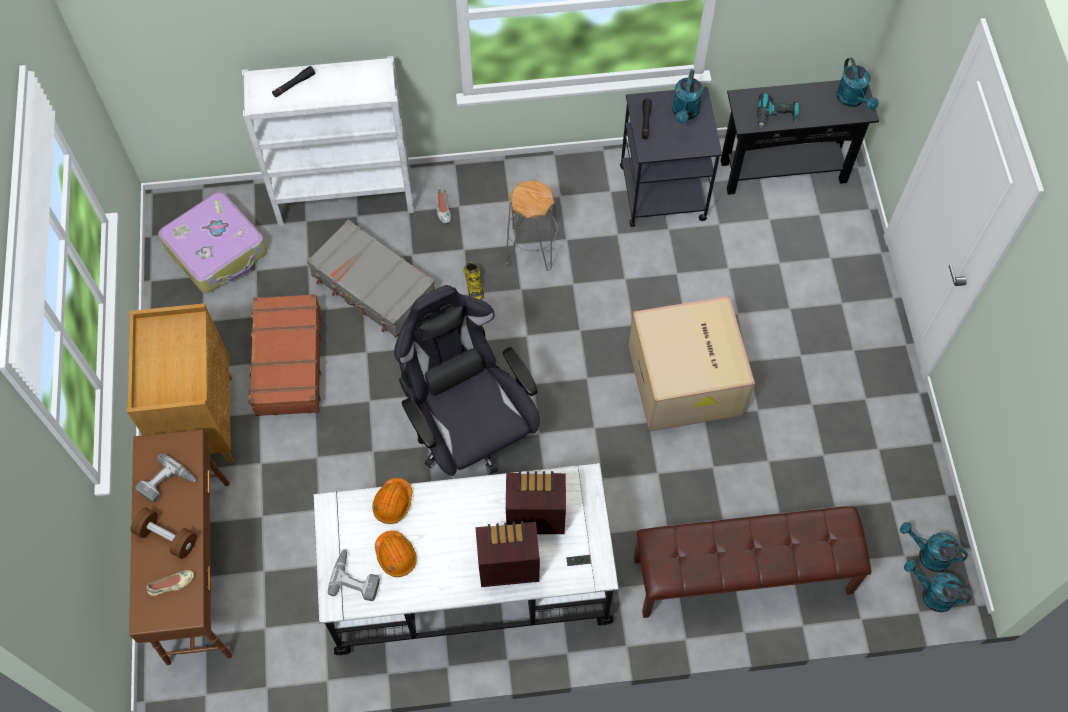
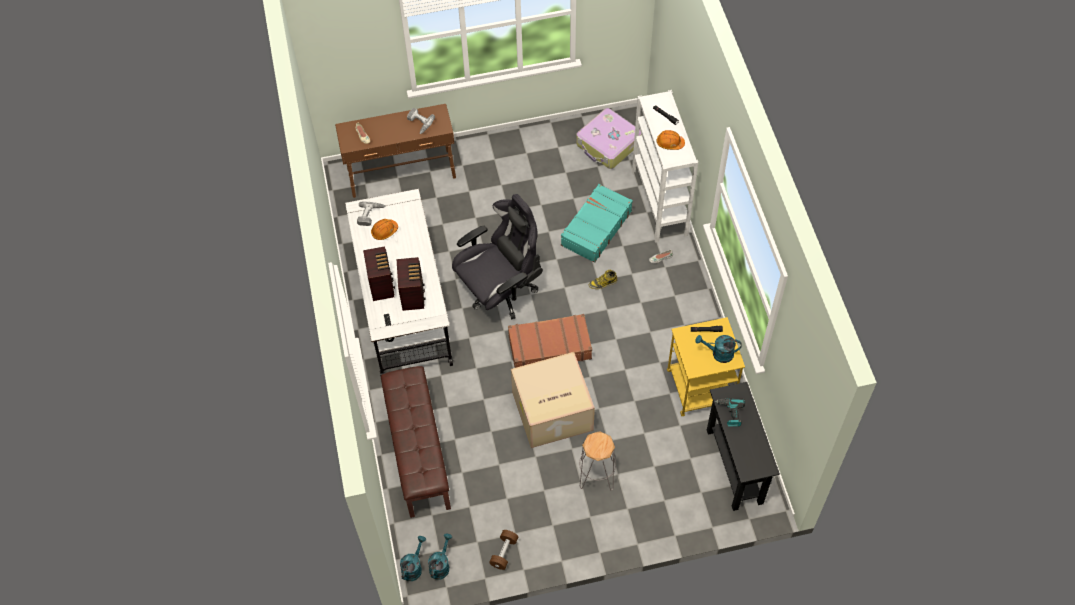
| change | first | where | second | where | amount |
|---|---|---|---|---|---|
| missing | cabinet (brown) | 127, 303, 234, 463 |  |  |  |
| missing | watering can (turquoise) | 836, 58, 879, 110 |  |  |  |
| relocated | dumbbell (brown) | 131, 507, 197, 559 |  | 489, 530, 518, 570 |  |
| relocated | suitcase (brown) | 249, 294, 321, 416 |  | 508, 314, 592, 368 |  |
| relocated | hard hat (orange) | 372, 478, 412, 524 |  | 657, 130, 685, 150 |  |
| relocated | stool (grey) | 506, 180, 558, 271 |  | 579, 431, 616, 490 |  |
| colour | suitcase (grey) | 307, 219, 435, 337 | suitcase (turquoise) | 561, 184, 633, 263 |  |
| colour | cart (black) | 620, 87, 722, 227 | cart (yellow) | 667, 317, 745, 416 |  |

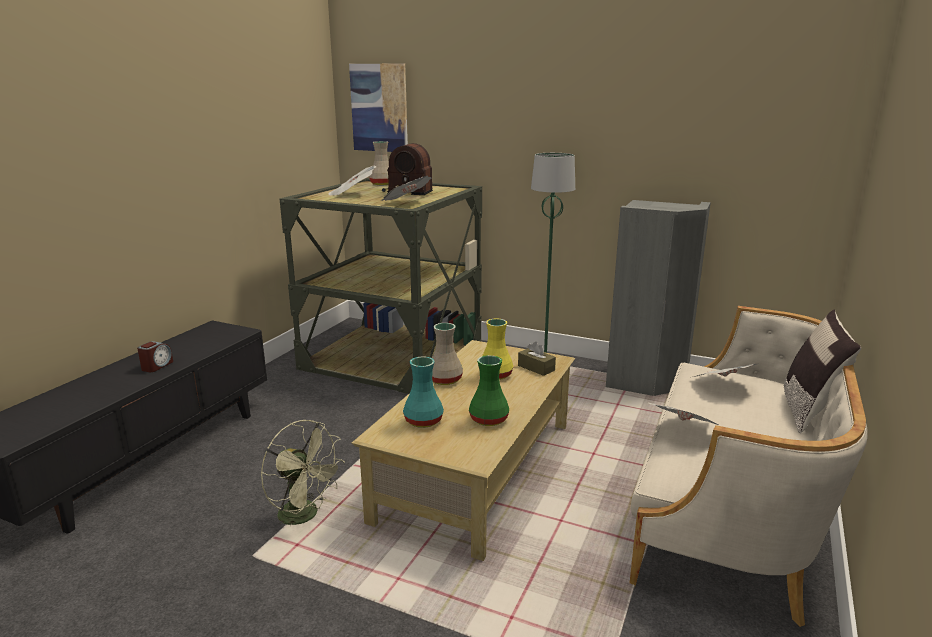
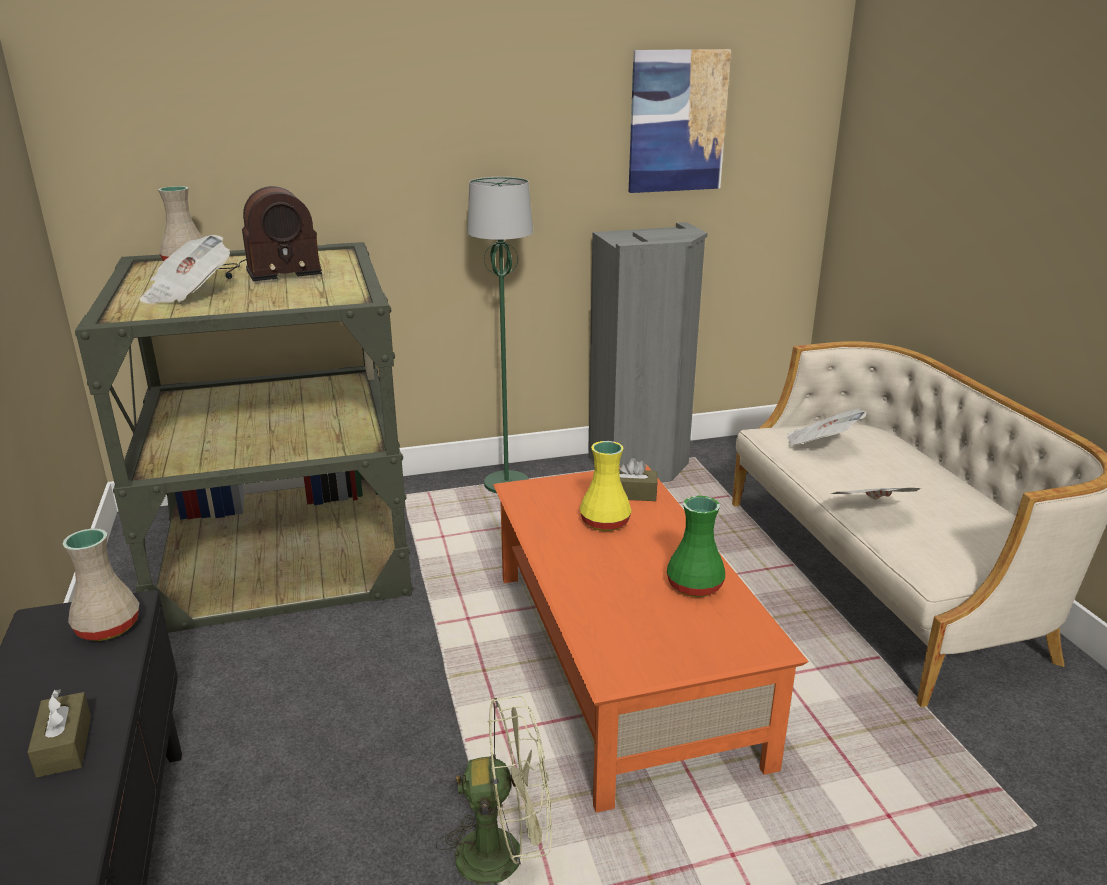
| change | first | where | second | where | amount |
|---|---|---|---|---|---|
| missing | newspaper | 381, 176, 432, 201 |  |  |  |
| missing | vase (turquoise) | 403, 356, 444, 428 |  |  |  |
| missing | pillow | 783, 309, 861, 433 |  |  |  |
| relocated | picture | 349, 63, 408, 152 |  | 629, 49, 731, 193 |  |
| relocated | vase (beige) | 432, 323, 463, 385 |  | 63, 528, 139, 641 |  |
| exchanged | alarm clock | 137, 341, 173, 372 | tissue box (brown) | 27, 689, 91, 778 |  |
| colour | coffee table (beige) | 352, 340, 575, 561 | coffee table (orange) | 493, 464, 809, 813 |  |

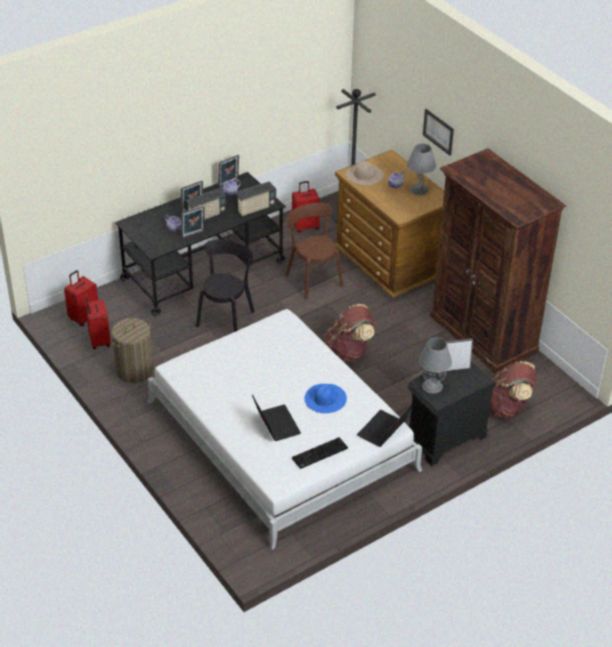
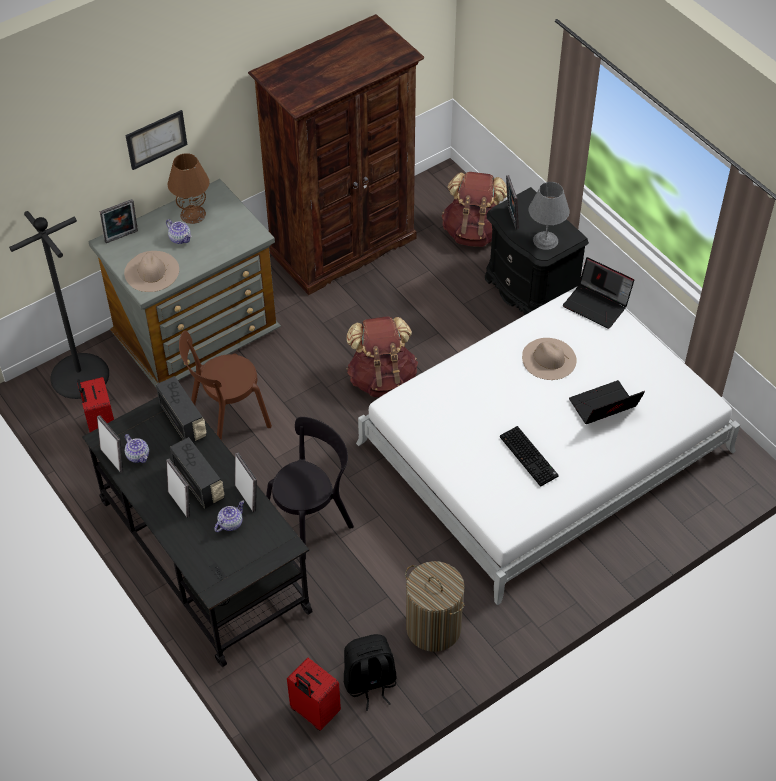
| change | first | where | second | where | amount |
|---|---|---|---|---|---|
| appeared |  |  | picture frame | 100, 199, 138, 243 |  |
| relocated | keyboard | 292, 437, 348, 469 |  | 500, 426, 558, 487 |  |
| exchanged | suitcase (red) | 85, 297, 111, 349 | backpack (black) | 344, 634, 396, 711 |  |
| colour | hat (blue) | 304, 384, 347, 413 | hat (beige) | 522, 338, 577, 380 |  |
| colour | dresser (brown) | 335, 150, 444, 298 | dresser (grey) | 89, 179, 281, 387 |  |
| colour | table lamp (grey) | 407, 143, 436, 195 | table lamp (brown) | 168, 153, 210, 224 |  |
| spun | chair (black) | 196, 240, 254, 332 |  | 266, 417, 354, 560 | 120 degrees clockwise |

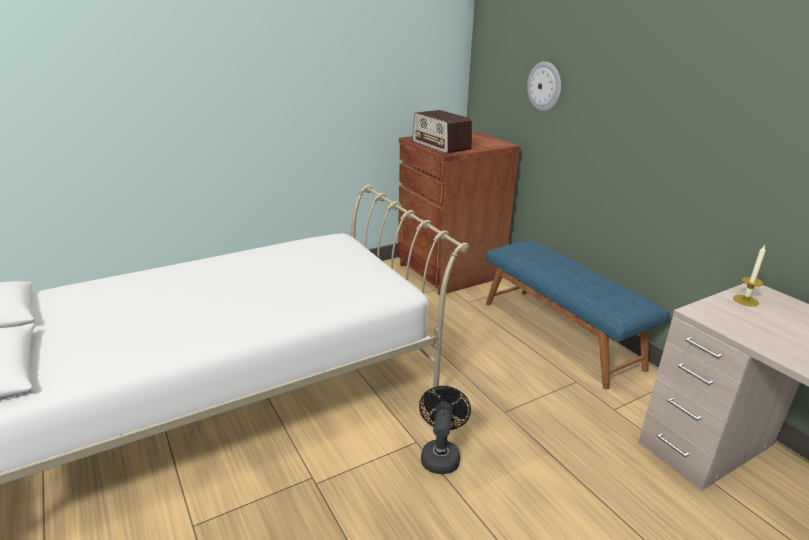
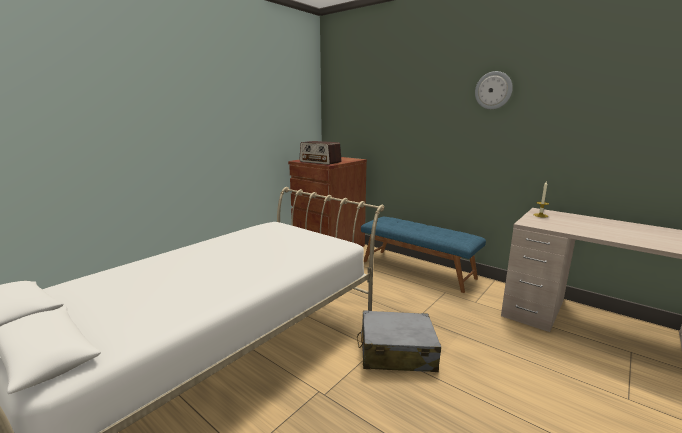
| change | first | where | second | where | amount |
|---|---|---|---|---|---|
| relocated | wall clock | 527, 62, 561, 111 |  | 475, 71, 513, 109 |  |
| exchanged | fan (black) | 419, 386, 471, 474 | suitcase (grey) | 357, 310, 441, 372 |  |

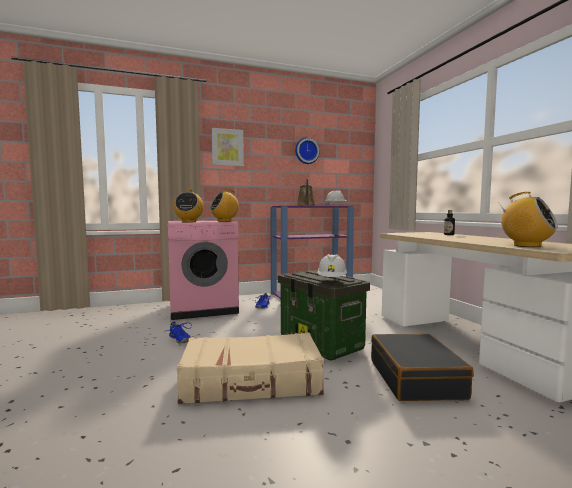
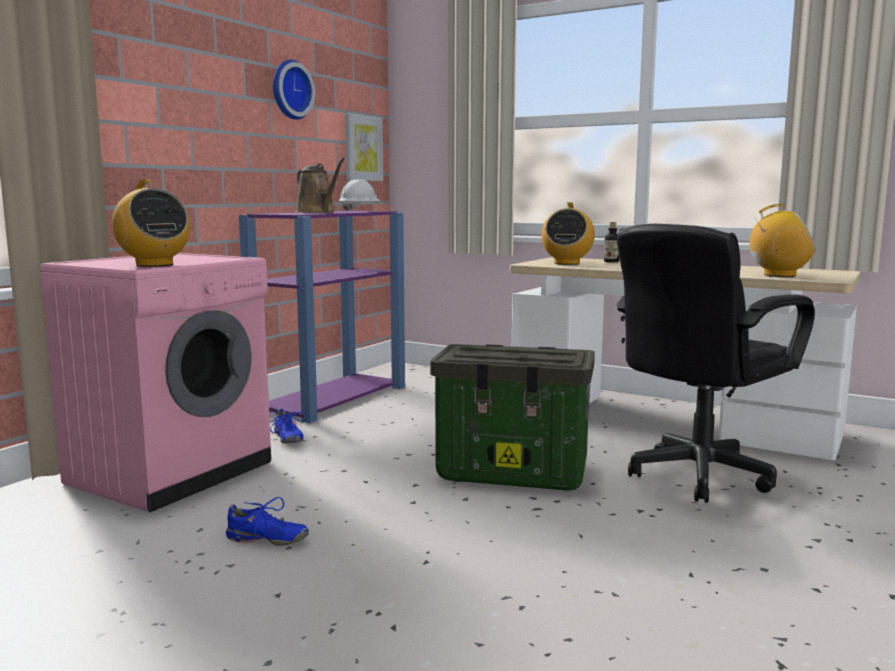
| change | first | where | second | where | amount |
|---|---|---|---|---|---|
| missing | suitcase (beige) | 177, 333, 324, 404 |  |  |  |
| missing | hard hat (white) | 317, 254, 347, 277 |  |  |  |
| relocated | radio | 210, 189, 239, 222 |  | 541, 202, 595, 265 |  |
| relocated | picture | 212, 128, 244, 166 |  | 345, 113, 383, 181 |  |
| exchanged | suitcase (black) | 371, 334, 474, 401 | office chair (black) | 617, 224, 815, 503 |  |

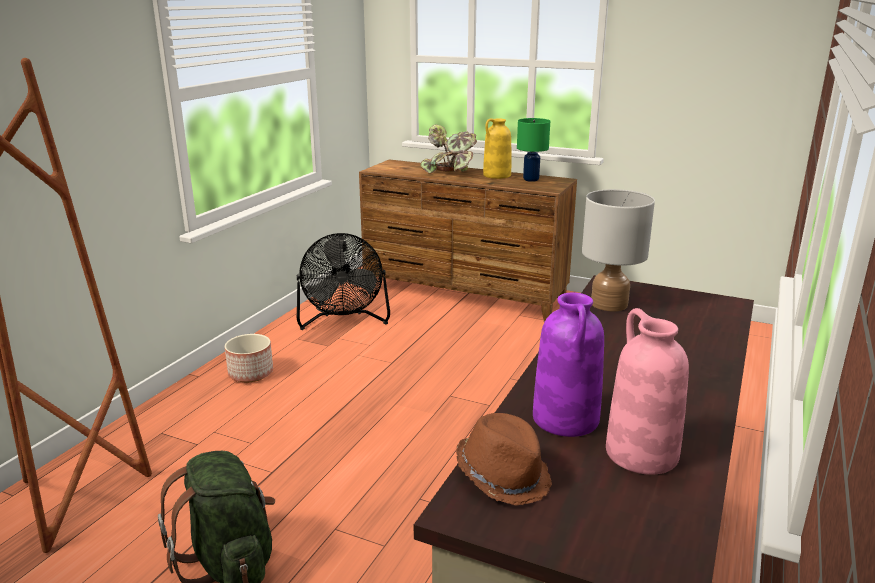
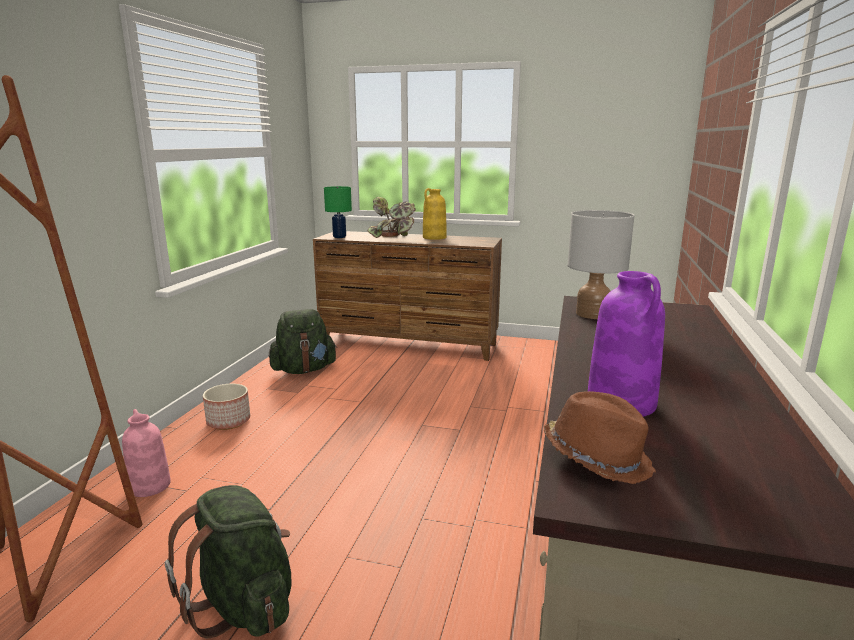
| change | first | where | second | where | amount |
|---|---|---|---|---|---|
| relocated | table lamp (green) | 517, 118, 550, 182 |  | 324, 186, 352, 238 |  |
| relocated | vase (pink) | 606, 308, 689, 475 |  | 122, 409, 171, 497 |  |
| exchanged | fan (black) | 297, 233, 390, 330 | backpack (green) | 269, 309, 337, 374 |  |

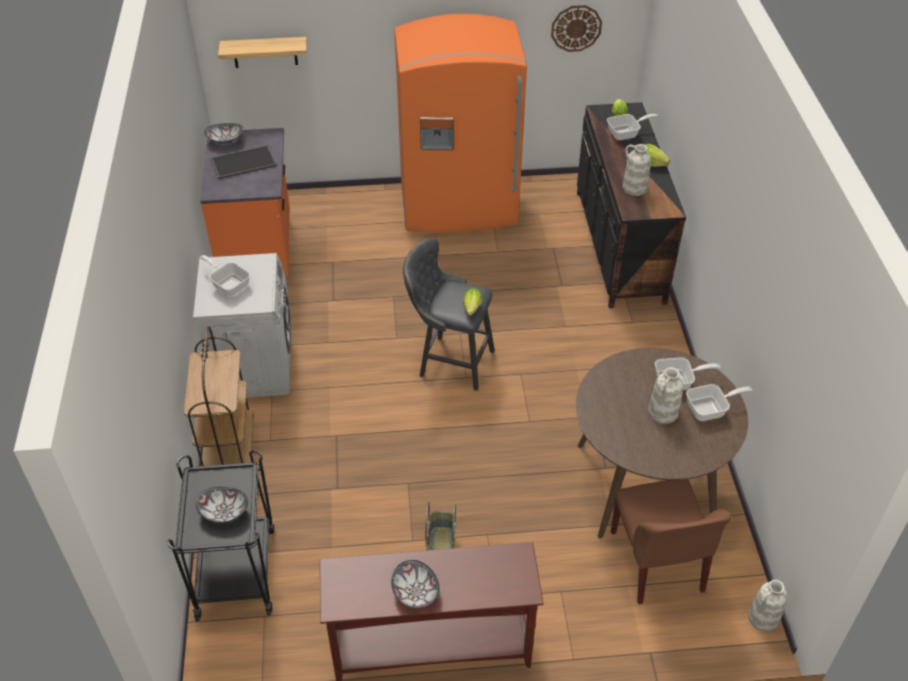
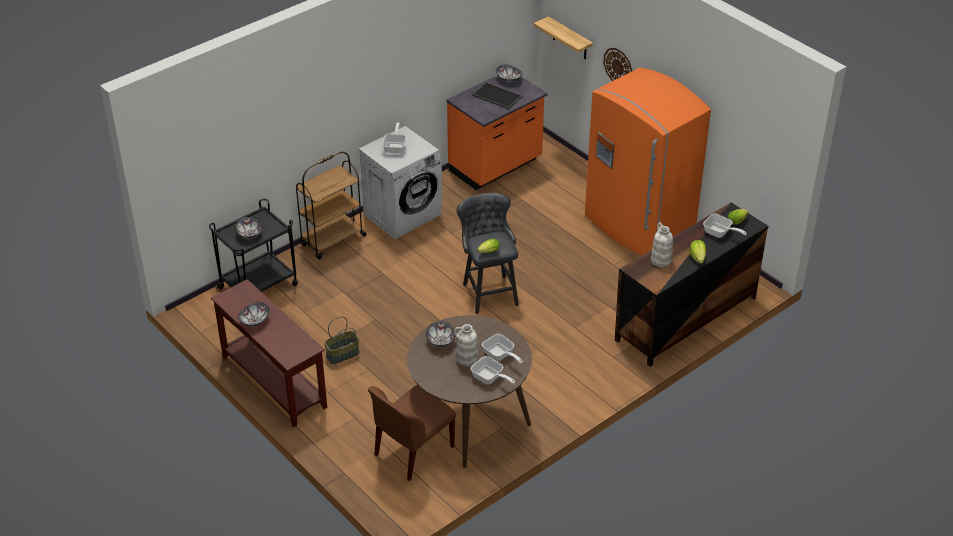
| change | first | where | second | where | amount |
|---|---|---|---|---|---|
| missing | vase (white) | 748, 580, 788, 632 |  |  |  |
| appeared |  |  | bowl | 426, 321, 455, 347 |  |
| relocated | wall clock | 551, 5, 602, 52 |  | 603, 48, 632, 81 |  |

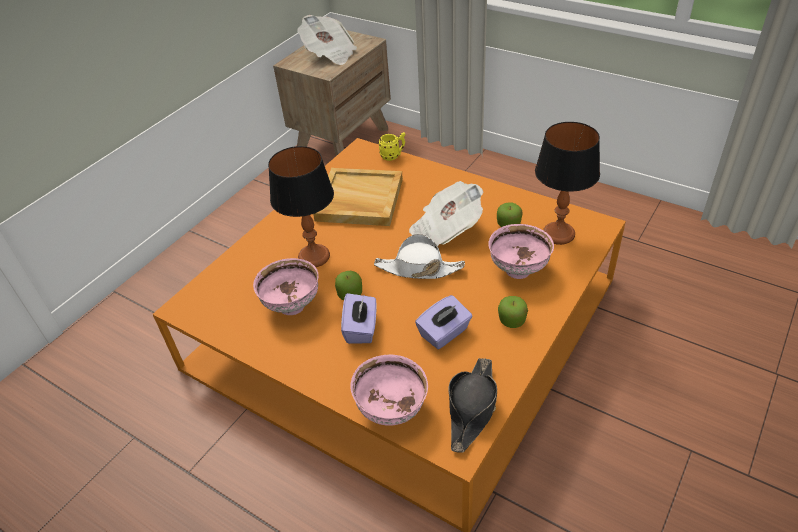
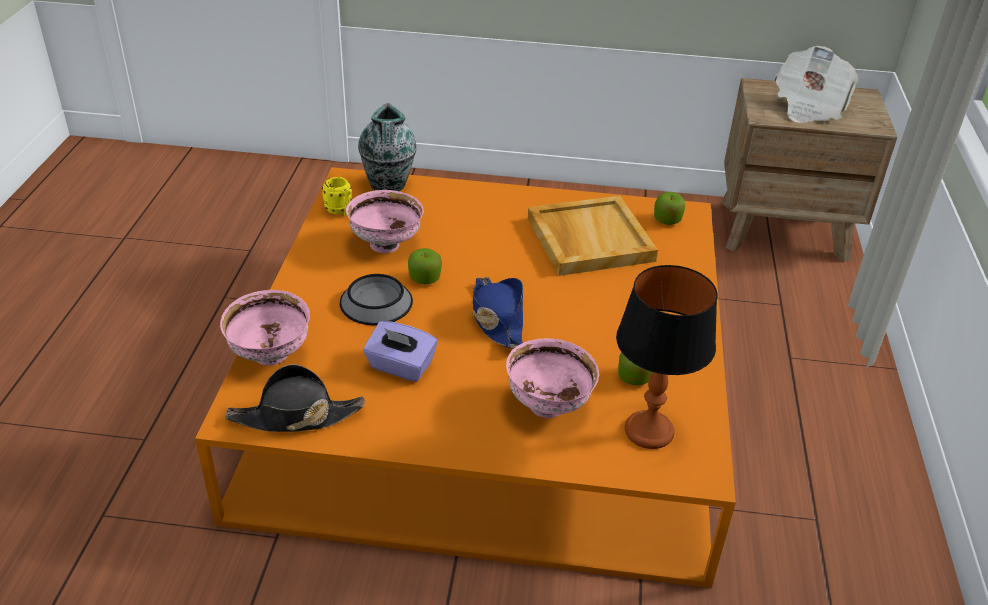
| change | first | where | second | where | amount |
|---|---|---|---|---|---|
| missing | table lamp | 268, 146, 334, 267 |  |  |  |
| missing | newspaper | 409, 181, 484, 247 |  |  |  |
| appeared |  |  | vase | 358, 103, 417, 191 |  |
| relocated | mug (yellow) | 378, 132, 405, 161 |  | 322, 177, 352, 216 |  |
| relocated | apple | 498, 296, 528, 328 |  | 654, 192, 685, 225 |  |
| exchanged | tissue box (purple) | 341, 293, 377, 344 | bowl | 340, 274, 413, 325 |  |
| colour | hat (white) | 374, 234, 465, 279 | hat (blue) | 472, 277, 523, 349 |  |

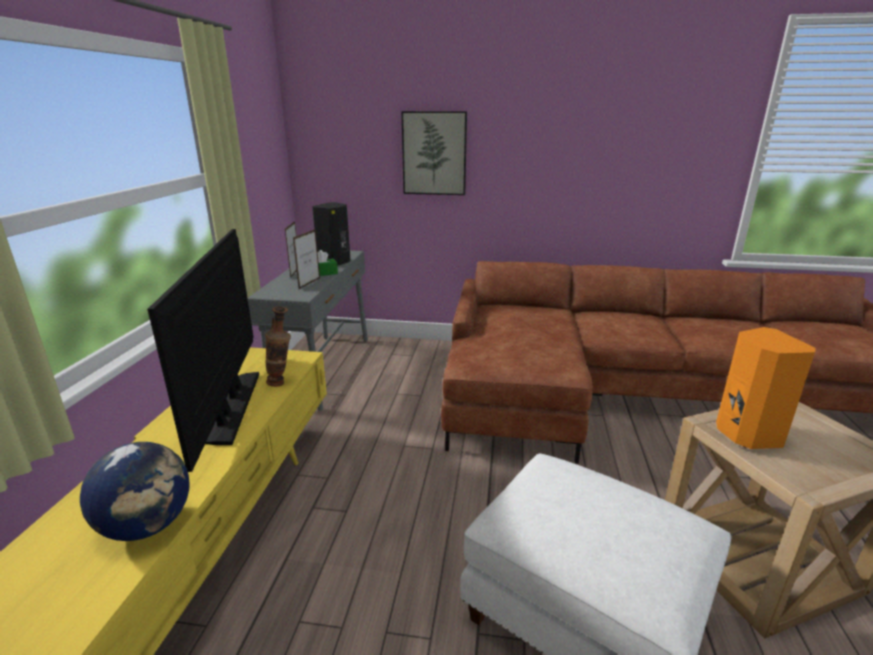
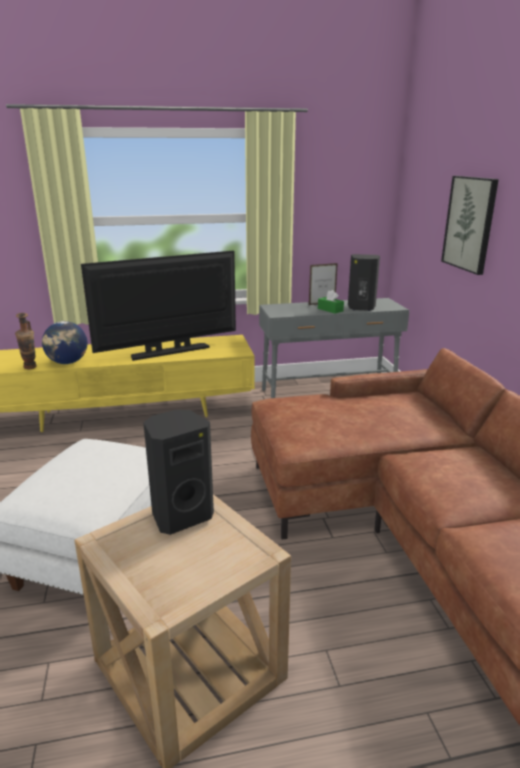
| change | first | where | second | where | amount |
|---|---|---|---|---|---|
| missing | picture frame | 293, 229, 320, 289 |  |  |  |
| relocated | vase | 265, 307, 291, 387 |  | 15, 313, 37, 369 |  |
| colour | speaker (orange) | 716, 327, 816, 449 | speaker (black) | 143, 410, 214, 535 |  |

